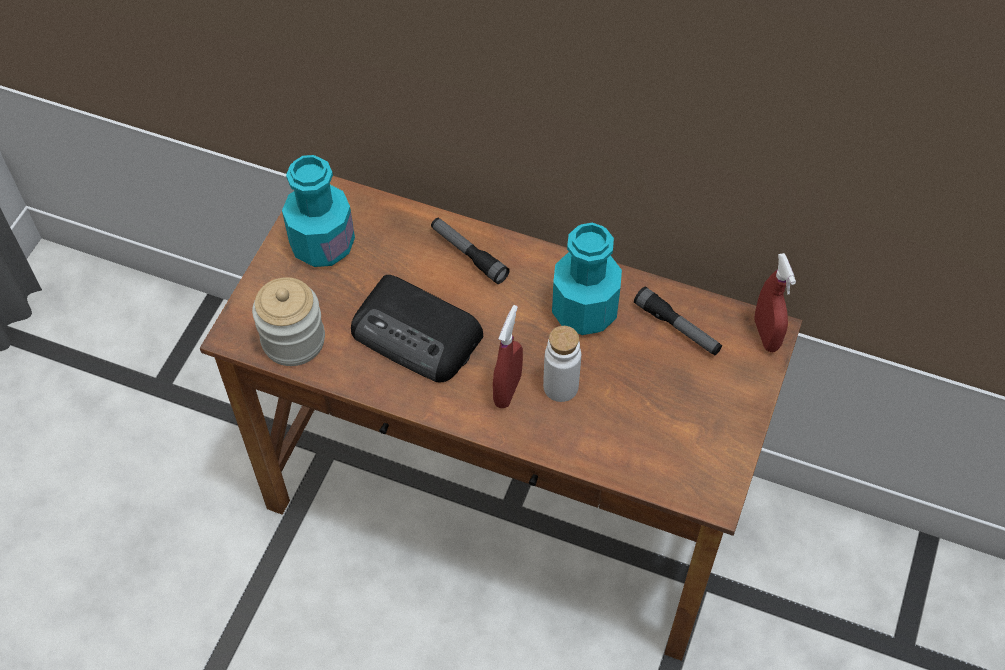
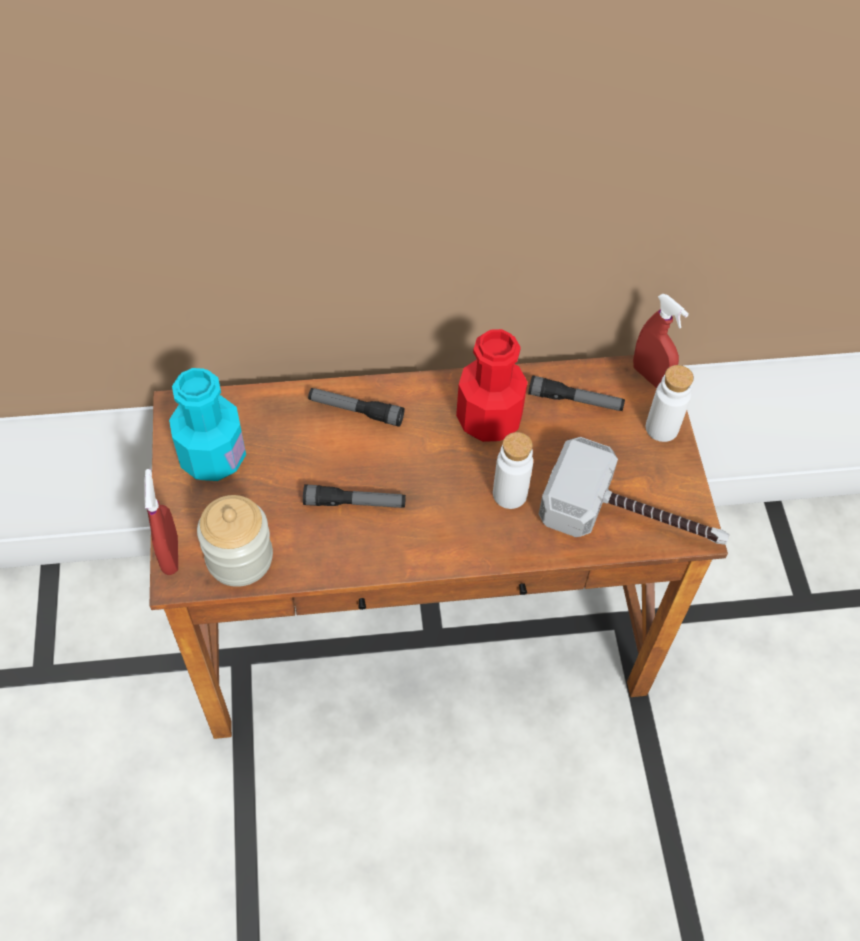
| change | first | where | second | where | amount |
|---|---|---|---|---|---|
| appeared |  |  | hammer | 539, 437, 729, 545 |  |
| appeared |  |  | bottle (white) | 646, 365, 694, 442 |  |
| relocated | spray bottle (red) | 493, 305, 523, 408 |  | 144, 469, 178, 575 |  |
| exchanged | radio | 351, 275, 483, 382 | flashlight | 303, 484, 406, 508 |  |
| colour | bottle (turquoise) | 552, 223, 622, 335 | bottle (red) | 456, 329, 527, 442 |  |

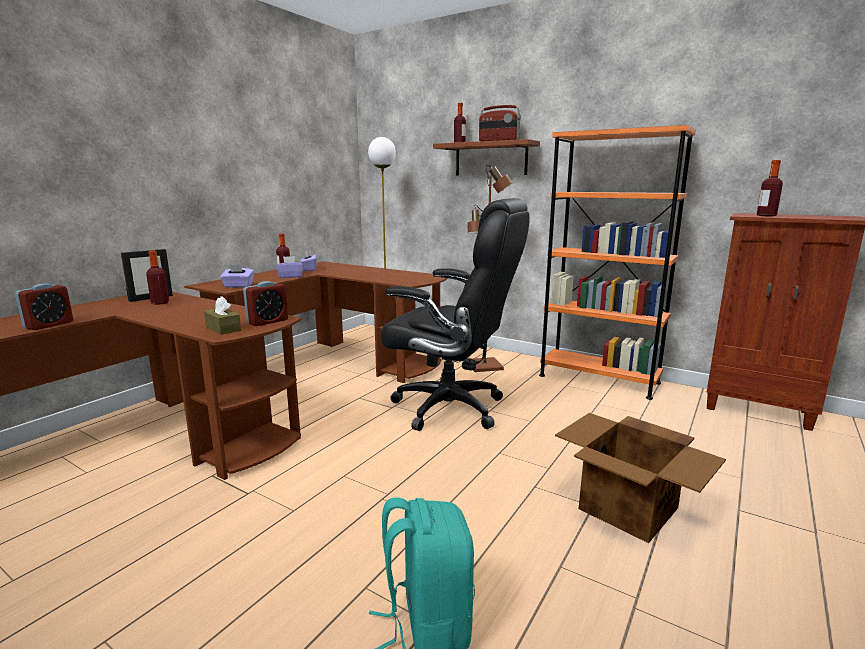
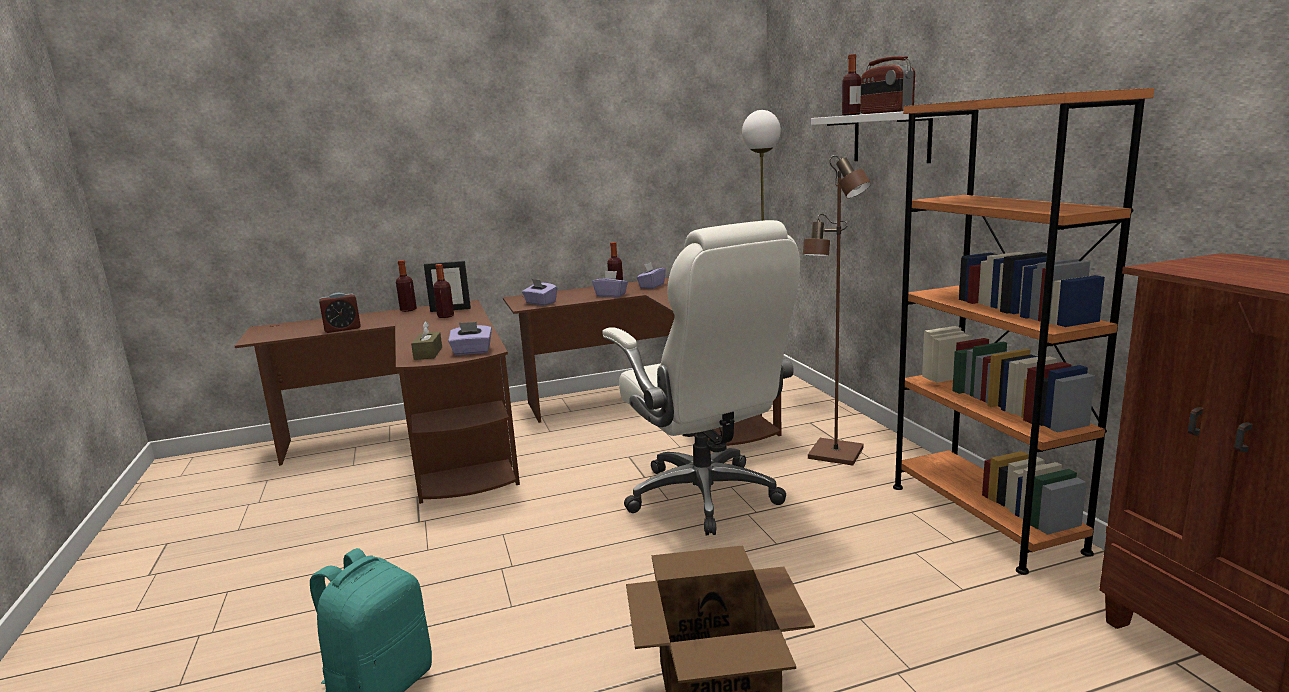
| change | first | where | second | where | amount |
|---|---|---|---|---|---|
| relocated | bottle | 757, 160, 783, 216 |  | 396, 260, 417, 312 |  |
| exchanged | alarm clock | 243, 281, 288, 326 | tissue box (purple) | 448, 322, 492, 355 |  |
| colour | office chair (black) | 381, 198, 530, 431 | office chair (white) | 602, 220, 800, 535 |  |
| colour | shelf (brown) | 433, 139, 540, 176 | shelf (white) | 811, 111, 946, 163 |  |

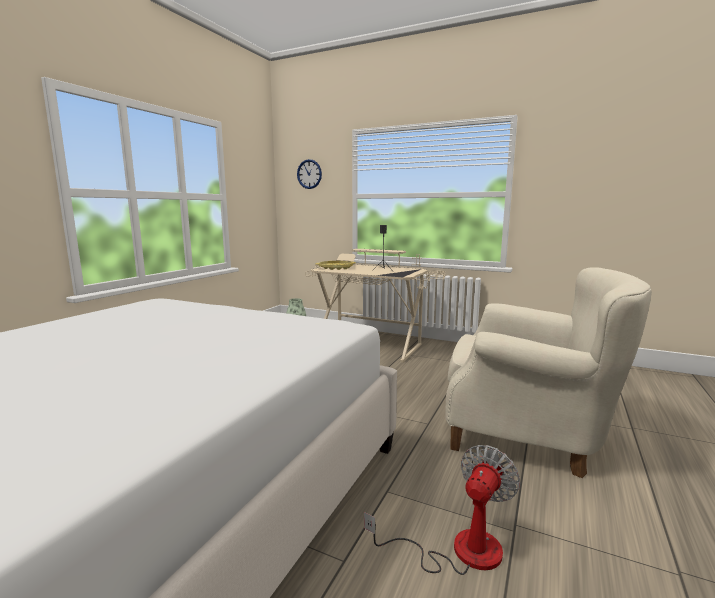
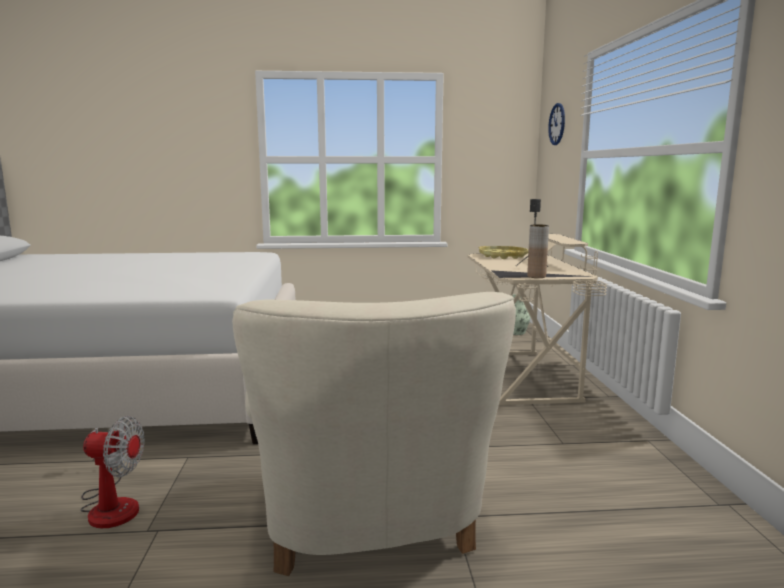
| change | first | where | second | where | amount |
|---|---|---|---|---|---|
| appeared |  |  | vase (brown) | 527, 224, 549, 278 |  |

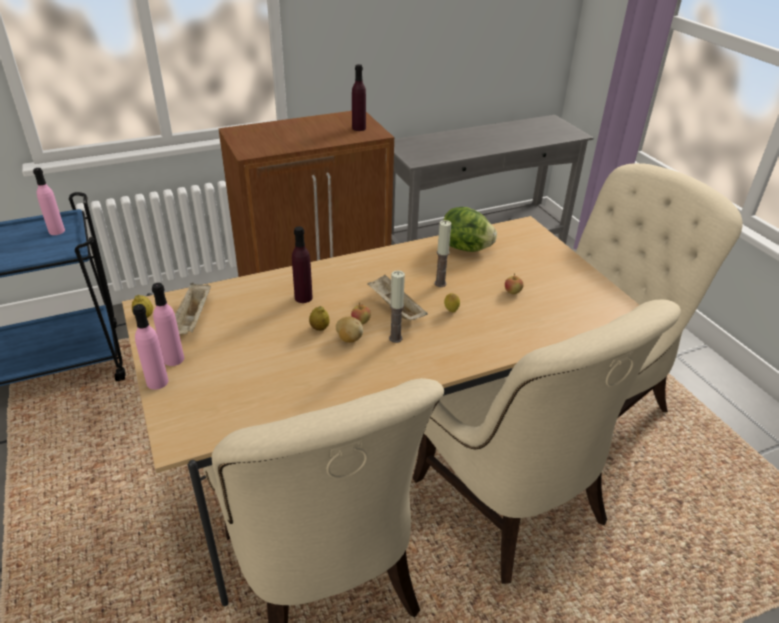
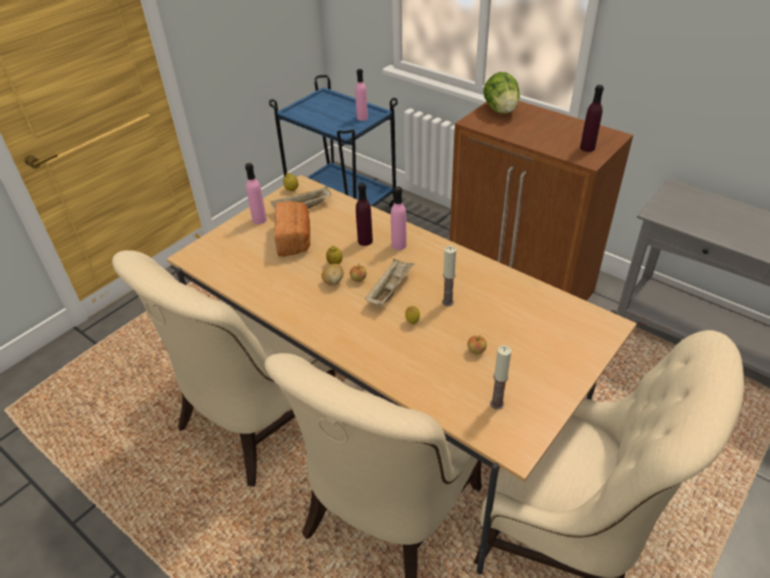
| change | first | where | second | where | amount |
|---|---|---|---|---|---|
| appeared |  |  | bread | 274, 201, 310, 257 |  |
| relocated | bottle (pink) | 133, 304, 168, 390 |  | 391, 186, 407, 250 |  |
| relocated | candle | 389, 270, 405, 343 |  | 490, 345, 511, 410 |  |
| relocated | lettuce | 443, 207, 497, 252 |  | 483, 72, 520, 114 |  |

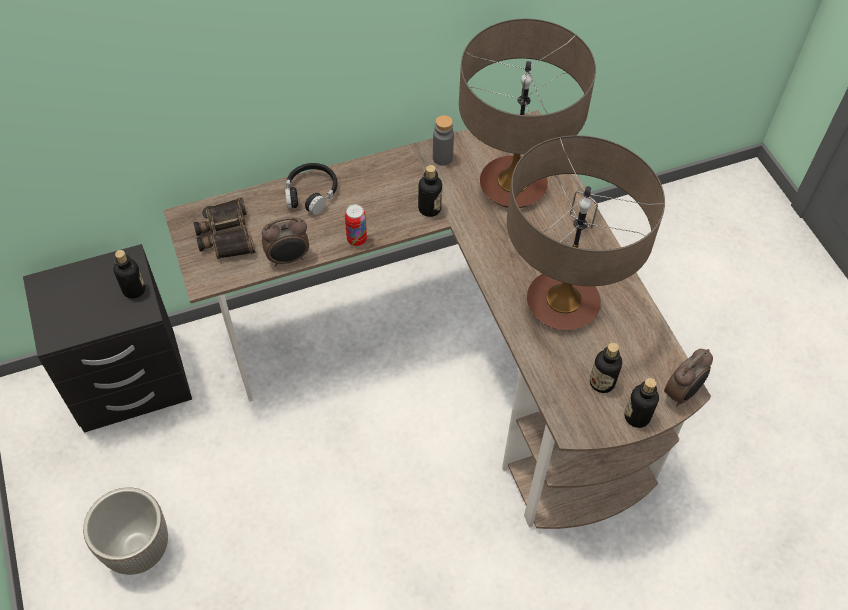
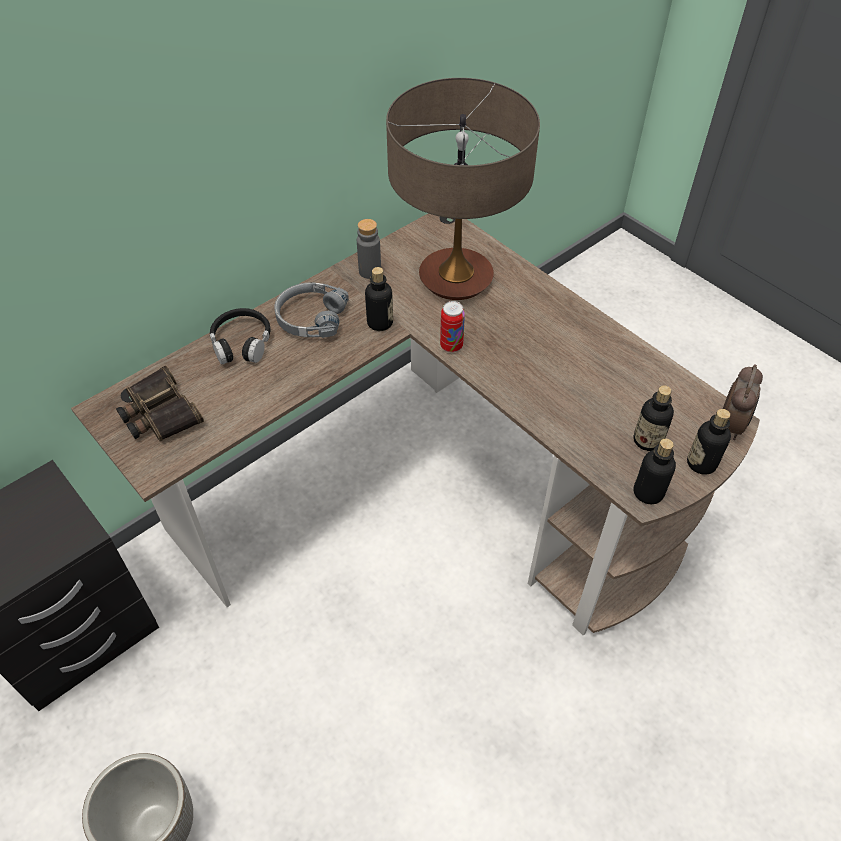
| change | first | where | second | where | amount |
|---|---|---|---|---|---|
| missing | alarm clock | 262, 217, 309, 267 |  |  |  |
| missing | table lamp | 507, 135, 665, 330 |  |  |  |
| appeared |  |  | headphones (grey) | 275, 282, 349, 338 |  |
| relocated | bottle | 114, 250, 146, 299 |  | 633, 439, 676, 504 |  |
| relocated | can | 345, 204, 367, 246 |  | 440, 301, 465, 352 |  |

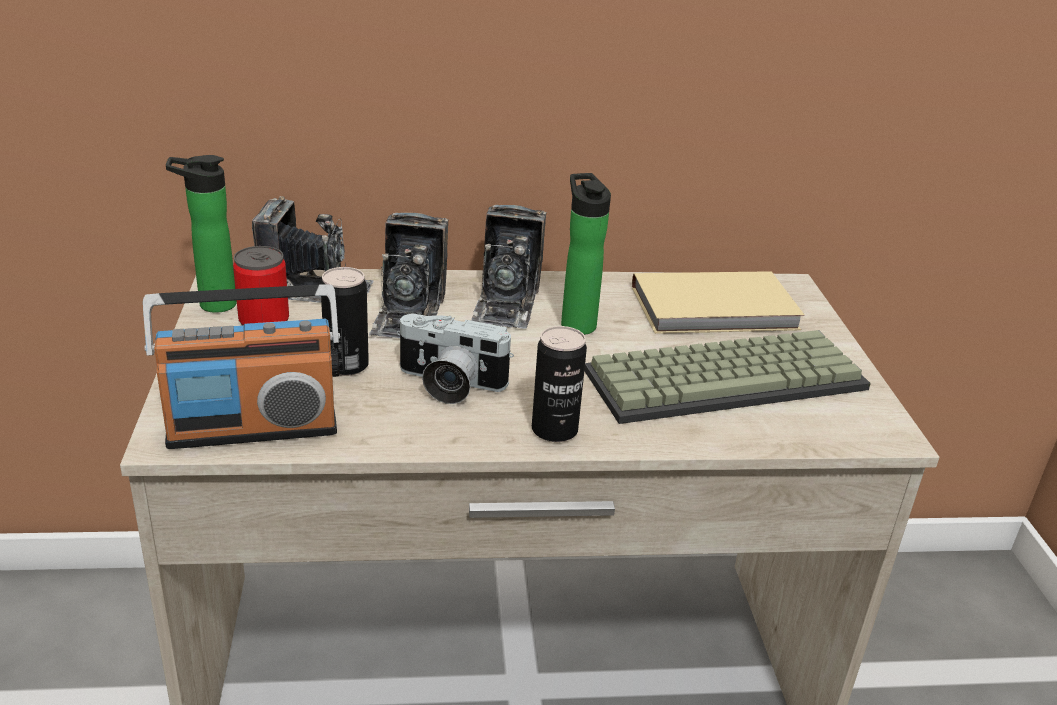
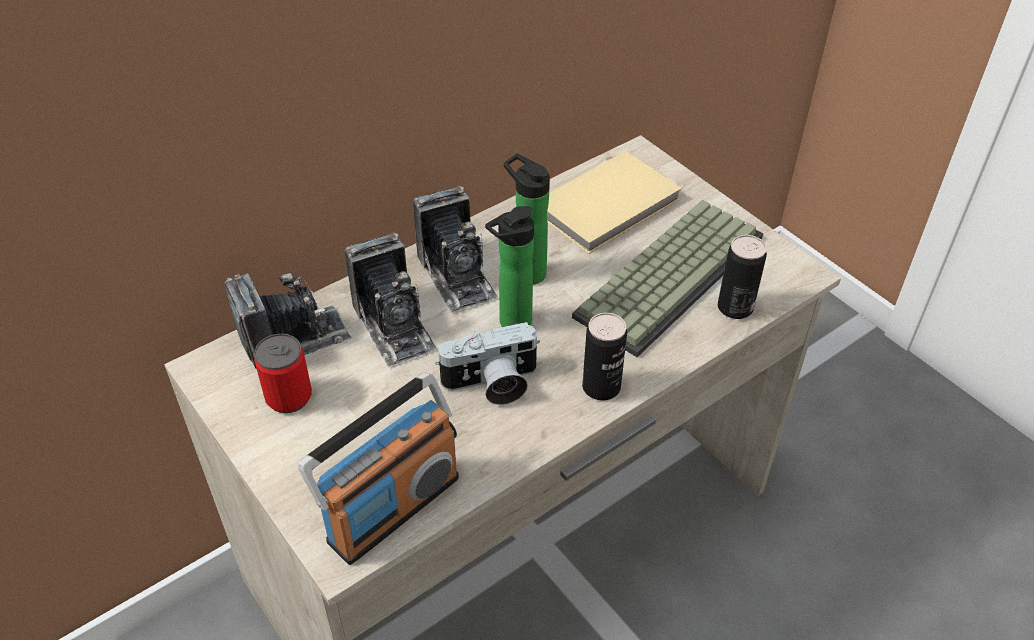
| change | first | where | second | where | amount |
|---|---|---|---|---|---|
| relocated | bottle | 166, 155, 237, 313 |  | 485, 206, 534, 327 |  |
| relocated | can | 321, 267, 369, 376 |  | 718, 235, 767, 319 |  |

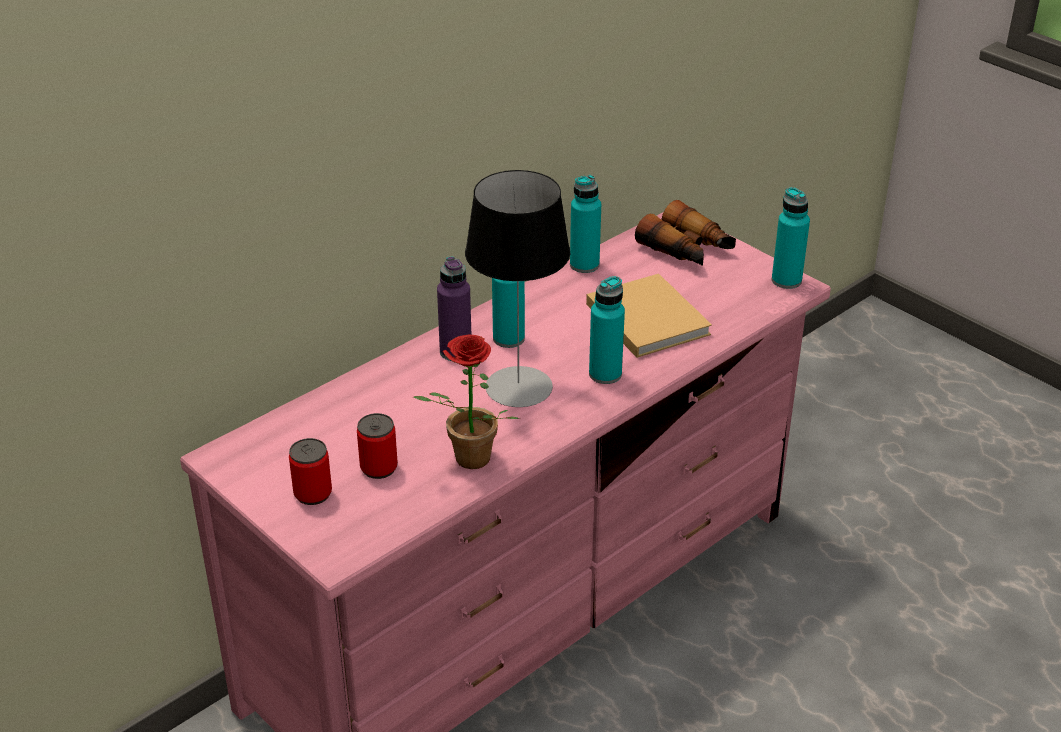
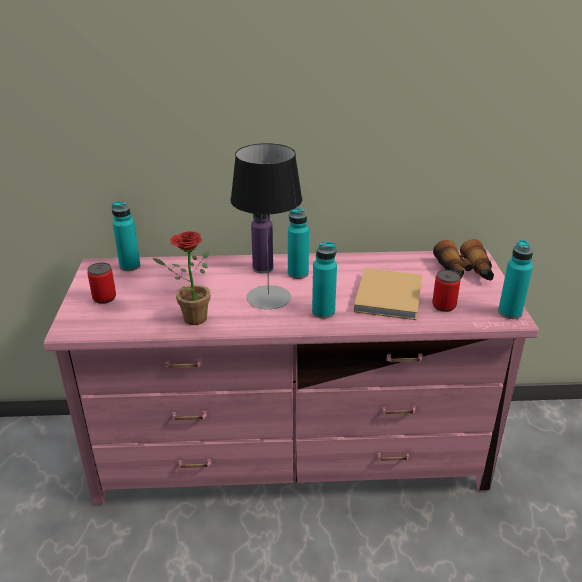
| change | first | where | second | where | amount |
|---|---|---|---|---|---|
| relocated | can | 357, 413, 398, 479 |  | 432, 270, 460, 312 |  |
| relocated | bottle (turquoise) | 570, 175, 601, 273 |  | 112, 201, 140, 271 |  |

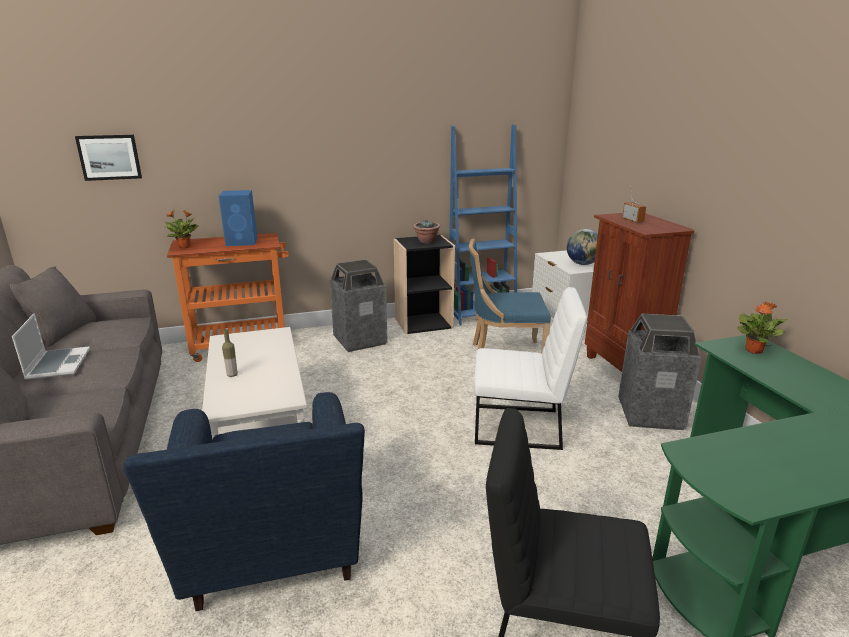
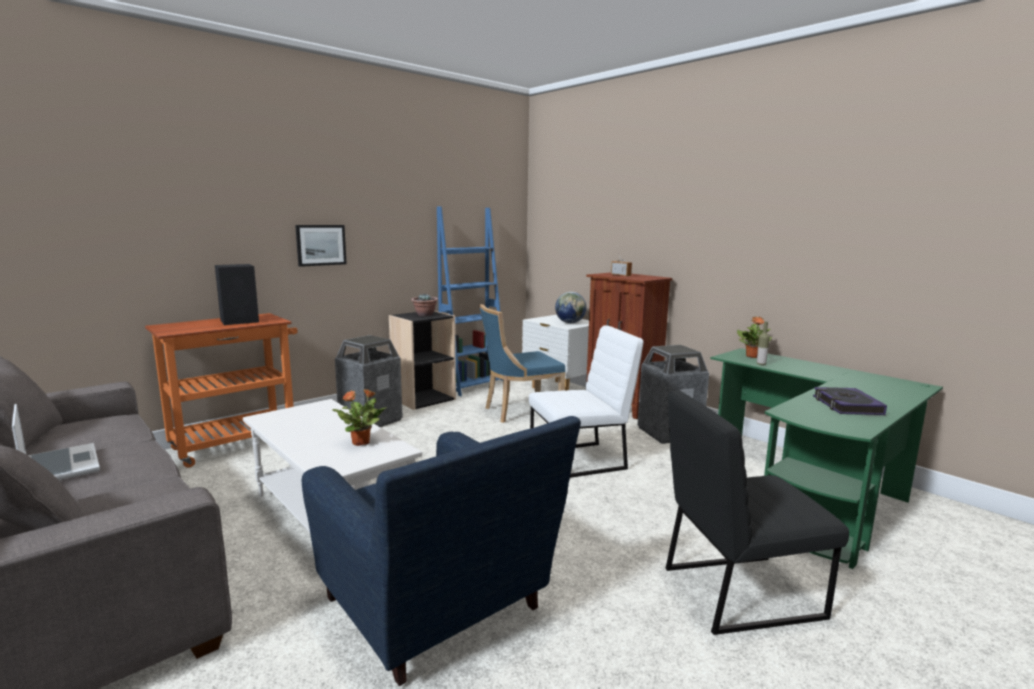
| change | first | where | second | where | amount |
|---|---|---|---|---|---|
| appeared |  |  | book | 813, 387, 887, 415 |  |
| relocated | picture | 75, 135, 142, 181 |  | 295, 225, 347, 267 |  |
| relocated | potted plant | 165, 210, 198, 248 |  | 332, 389, 387, 446 |  |
| relocated | bottle | 222, 329, 237, 377 |  | 757, 322, 770, 365 |  |
| colour | speaker (blue) | 219, 190, 258, 246 | speaker (black) | 215, 264, 259, 325 |  |

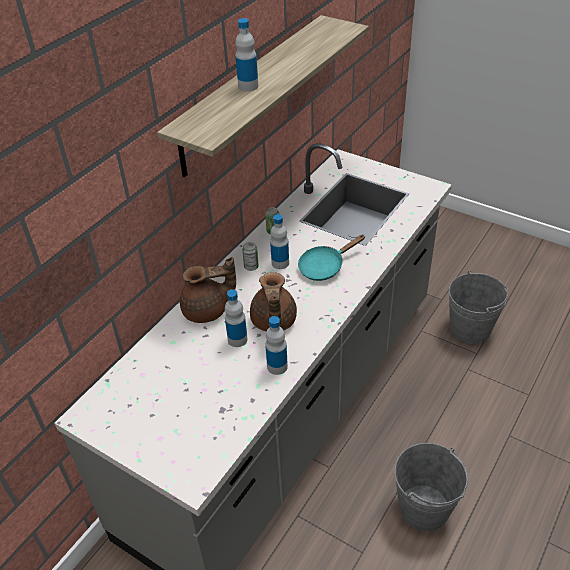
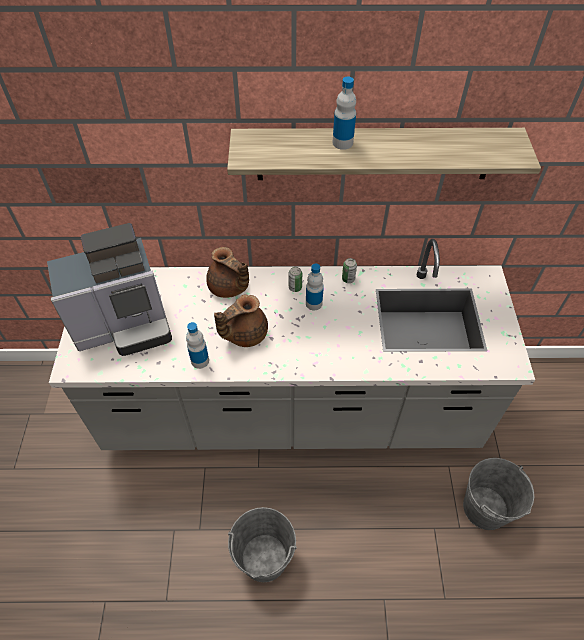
| change | first | where | second | where | amount |
|---|---|---|---|---|---|
| missing | bottle | 225, 289, 247, 347 |  |  |  |
| missing | frying pan (turquoise) | 298, 235, 366, 281 |  |  |  |
| appeared |  |  | coffee machine | 47, 223, 172, 356 |  |

